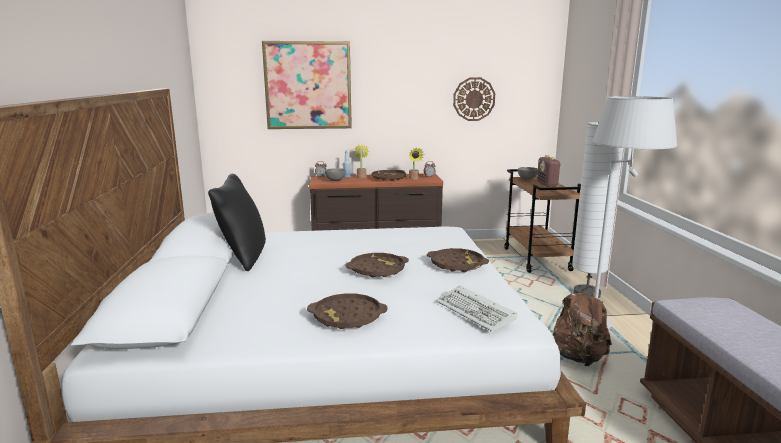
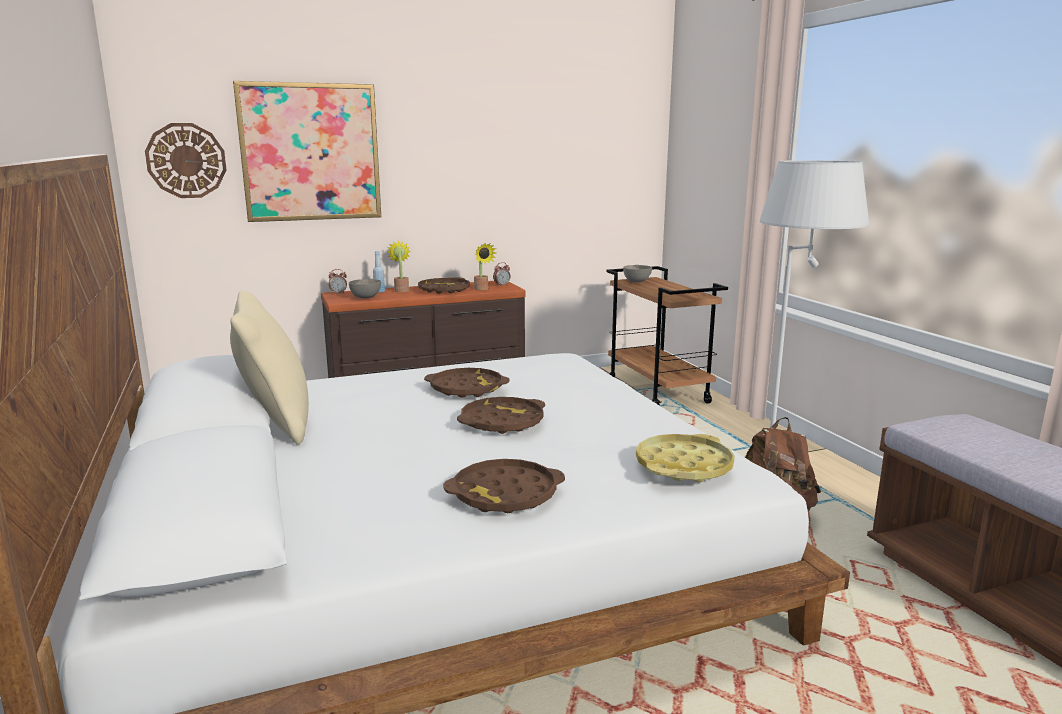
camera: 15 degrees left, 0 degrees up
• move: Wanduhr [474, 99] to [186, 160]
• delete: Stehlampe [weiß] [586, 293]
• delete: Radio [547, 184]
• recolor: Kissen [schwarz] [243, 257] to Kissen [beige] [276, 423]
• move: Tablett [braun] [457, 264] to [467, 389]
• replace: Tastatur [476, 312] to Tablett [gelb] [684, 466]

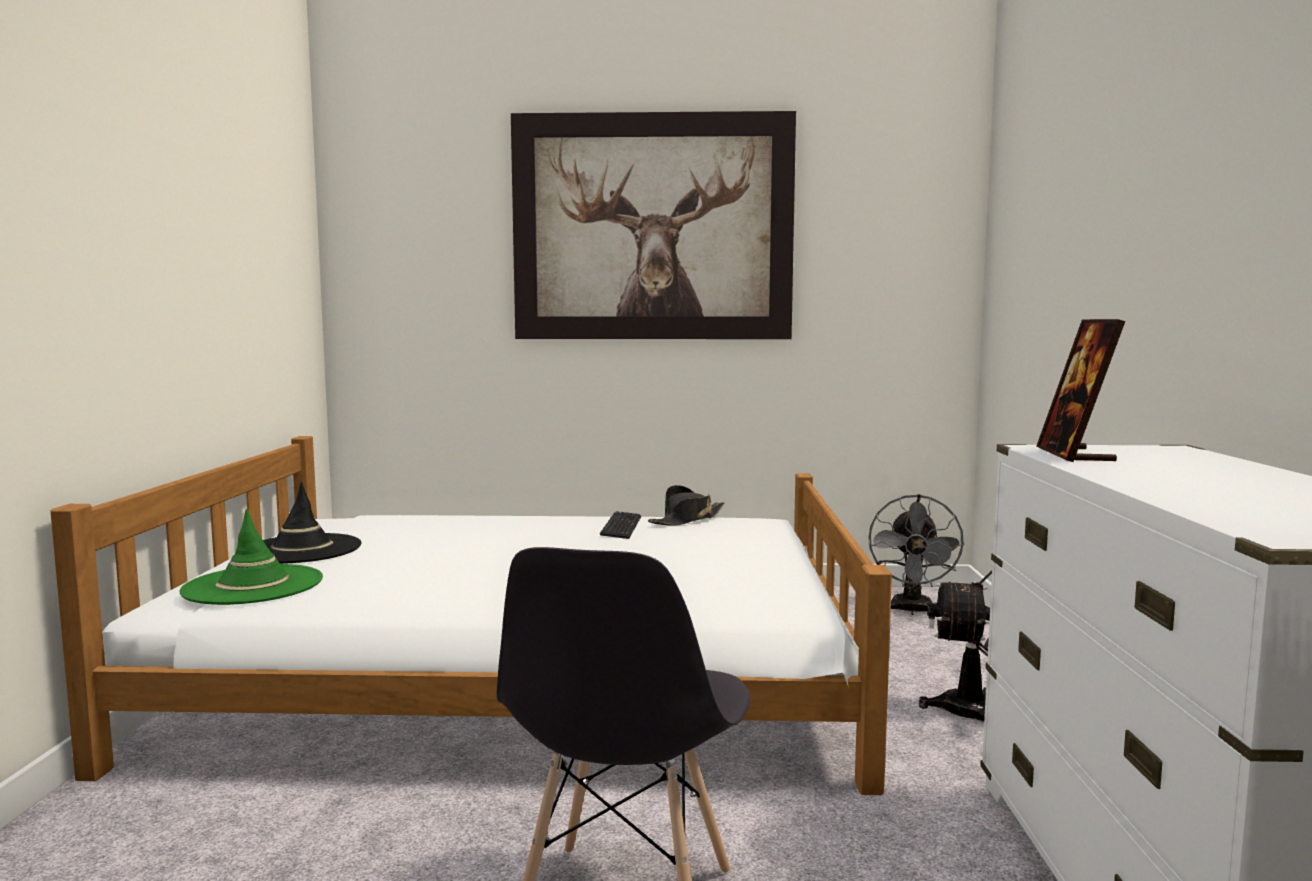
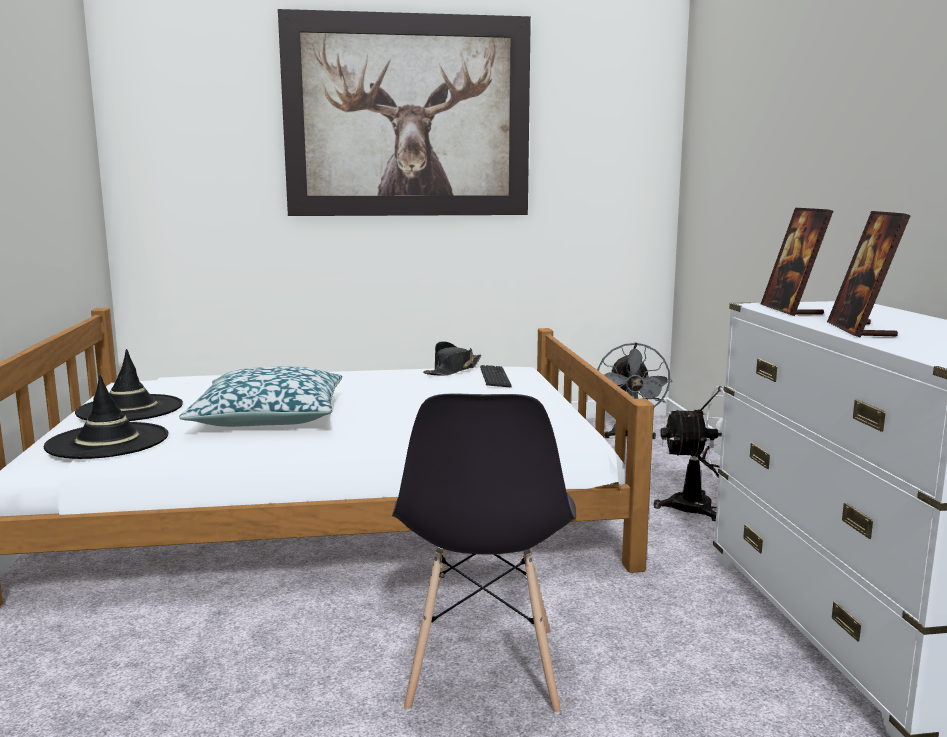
camera: 10 degrees left, 5 degrees up
• recolor: Hut [grün] [253, 585] to Hut [schwarz] [108, 441]
• move: Tastatur [621, 527] to [495, 378]
• insert: Bilderrahmen [861, 330]
• insert: Kissen [269, 417]

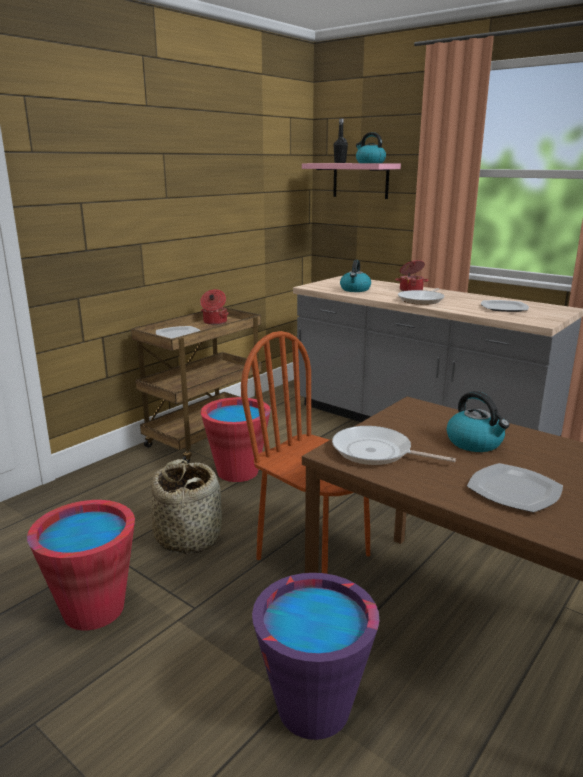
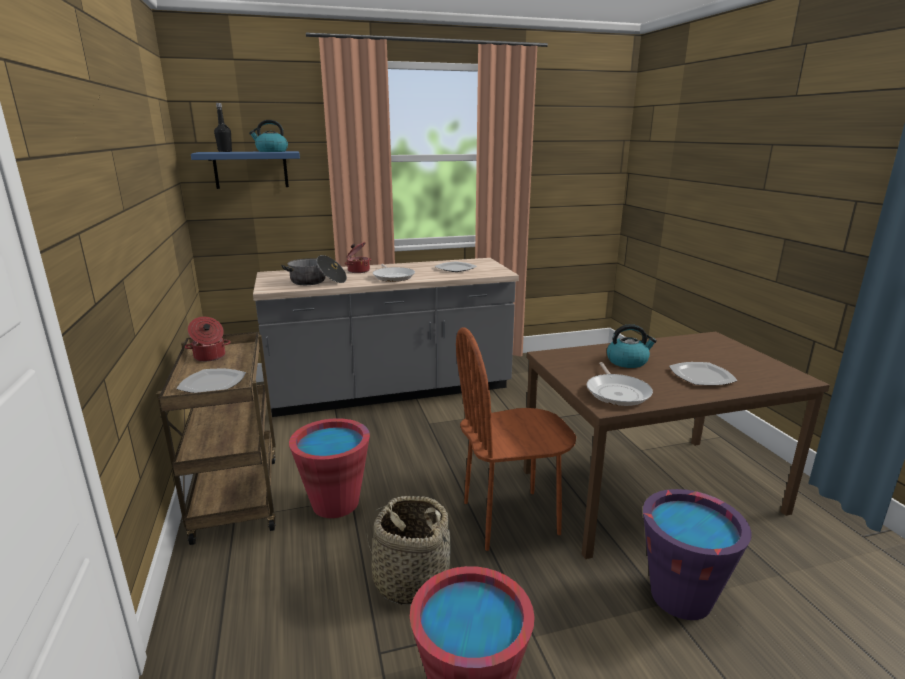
camera: 55 degrees left, 0 degrees up
• recolor: Wandregal [rosa] [360, 180] to Wandregal [blau] [251, 169]
• replace: Wasserkessel [355, 290] to Kochtopf [317, 281]
• rotate: Pfanne [376, 452] = [617, 392] 60 degrees counterclockwise

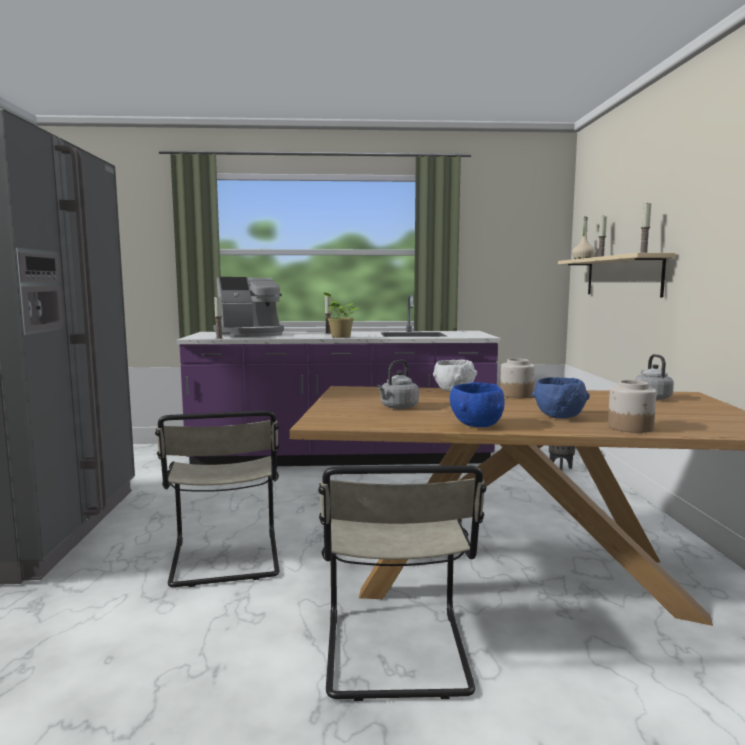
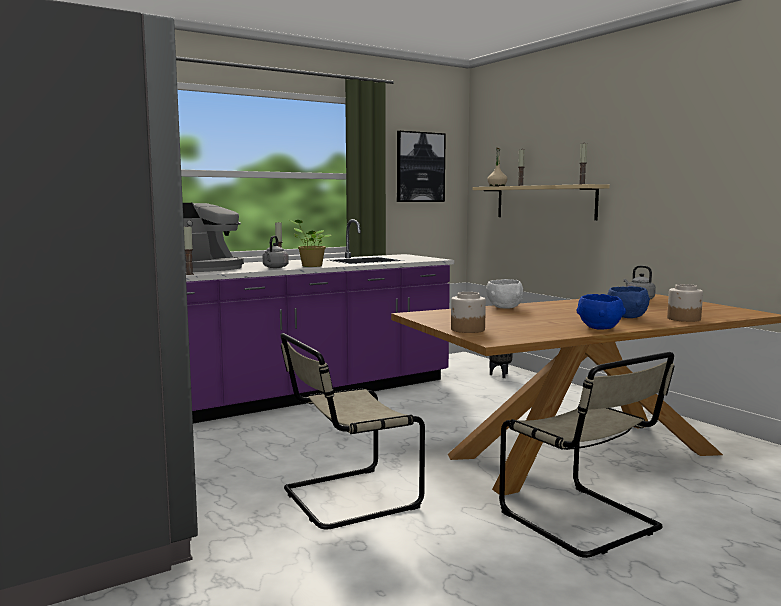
camera: 30 degrees left, 0 degrees up
• move: Vorratsglas [516, 395] to [467, 330]
• move: Wasserkessel [grau] [397, 407] to [275, 267]
• rotate: Stuhl [beige] [225, 560] = [345, 499] 105 degrees clockwise
• insert: Bild [420, 167]

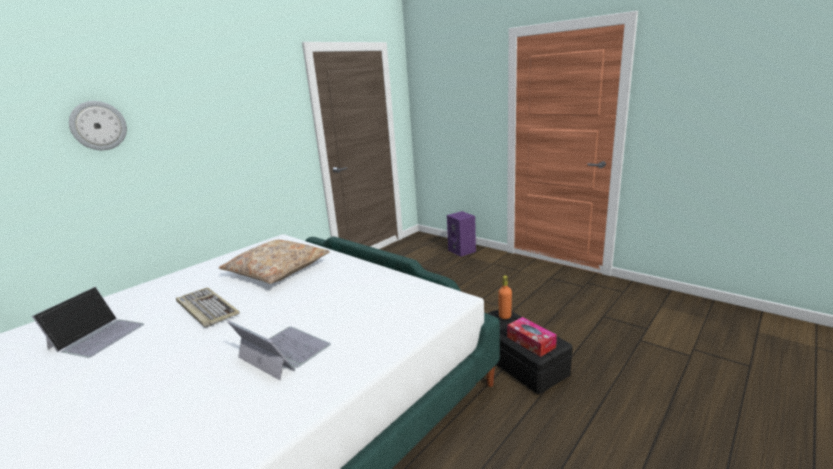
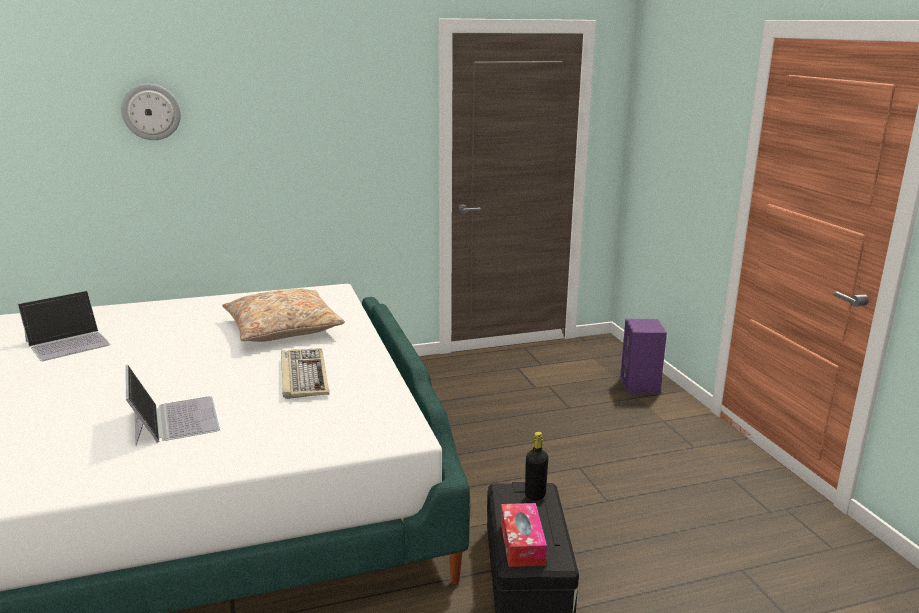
camera: 30 degrees right, 0 degrees up
• recolor: Flasche [orange] [505, 316] to Flasche [schwarz] [535, 495]
• move: Tastatur [206, 309] to [303, 375]

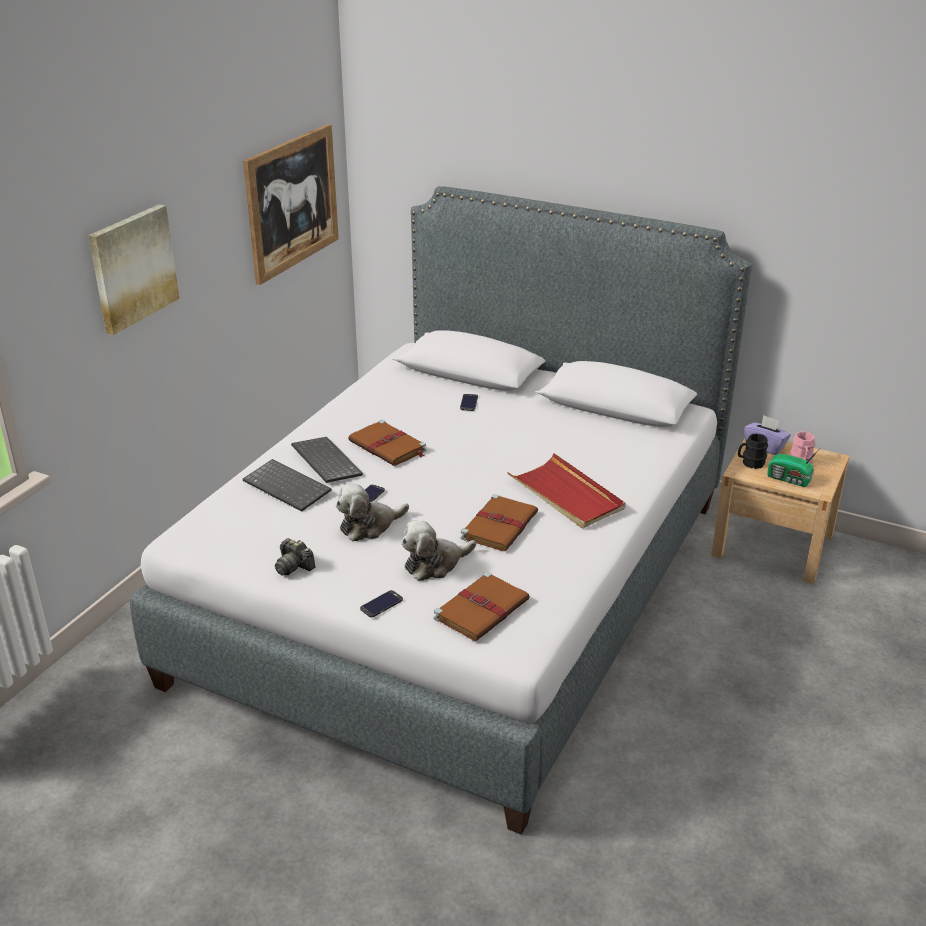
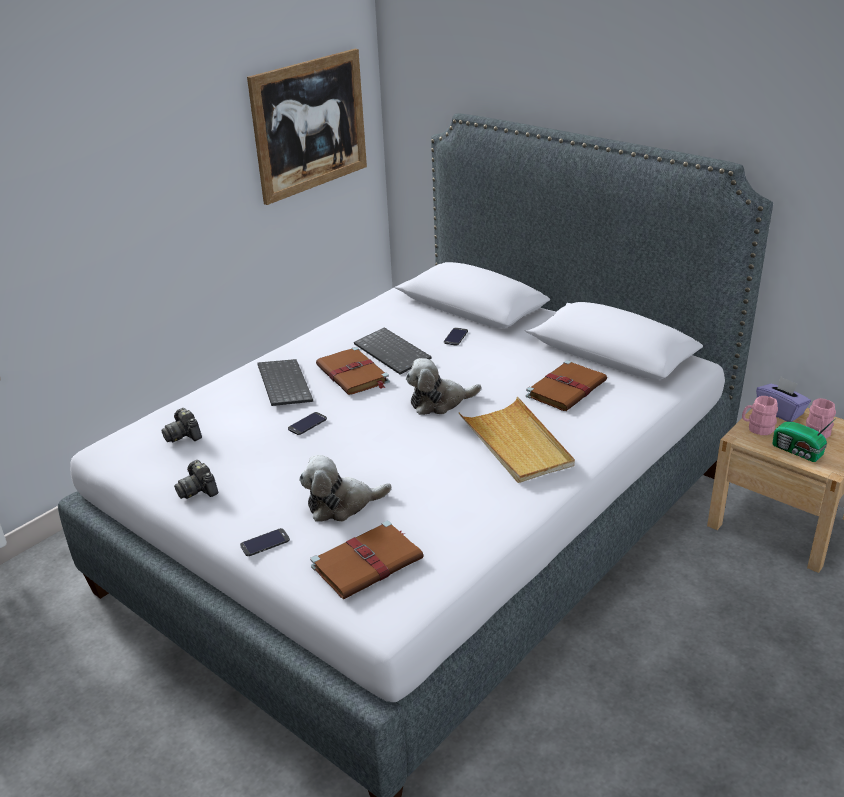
camera: 15 degrees right, 0 degrees up
• delete: Bild [132, 268]
• recolor: Henkelbecher [schwarz] [750, 463] to Henkelbecher [rosa] [757, 428]
• recolor: Tablett [rot] [566, 495] to Tablett [beige] [516, 444]
• move: Tastatur [289, 487] to [394, 352]
• move: Plüschtier [369, 526] to [439, 402]
• move: Buch [braun] [500, 525] to [567, 388]
• insert: Kamera [183, 435]

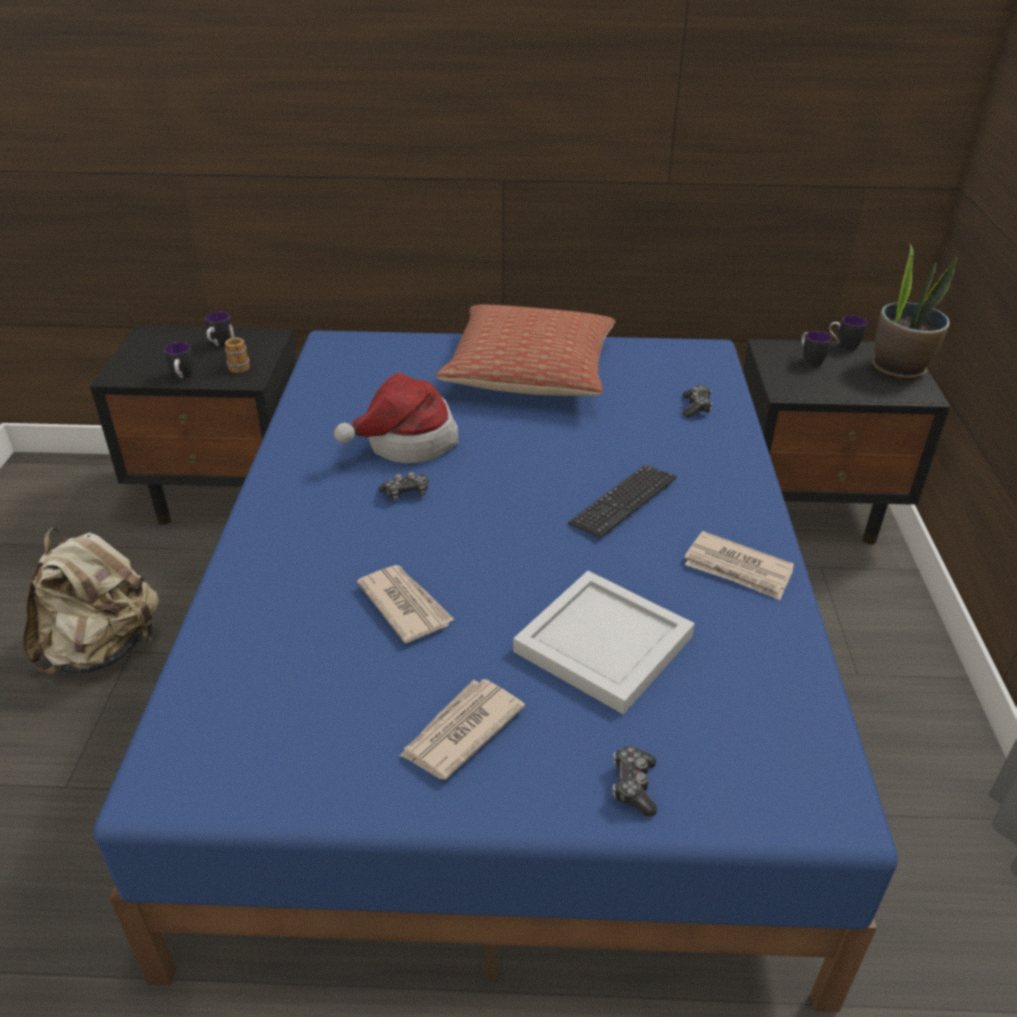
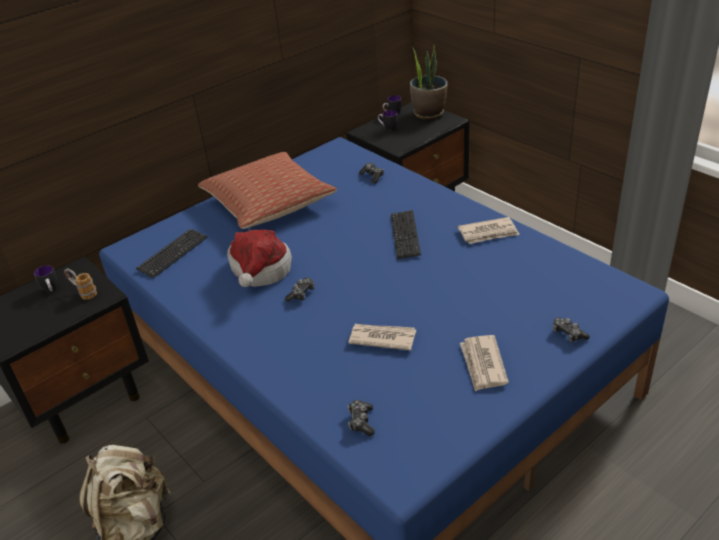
camera: 40 degrees left, 0 degrees up
• delete: Henkelbecher [182, 378]
• delete: Tablett [weiß] [603, 642]
• insert: Tastatur [173, 254]
• insert: Gamepad [361, 421]

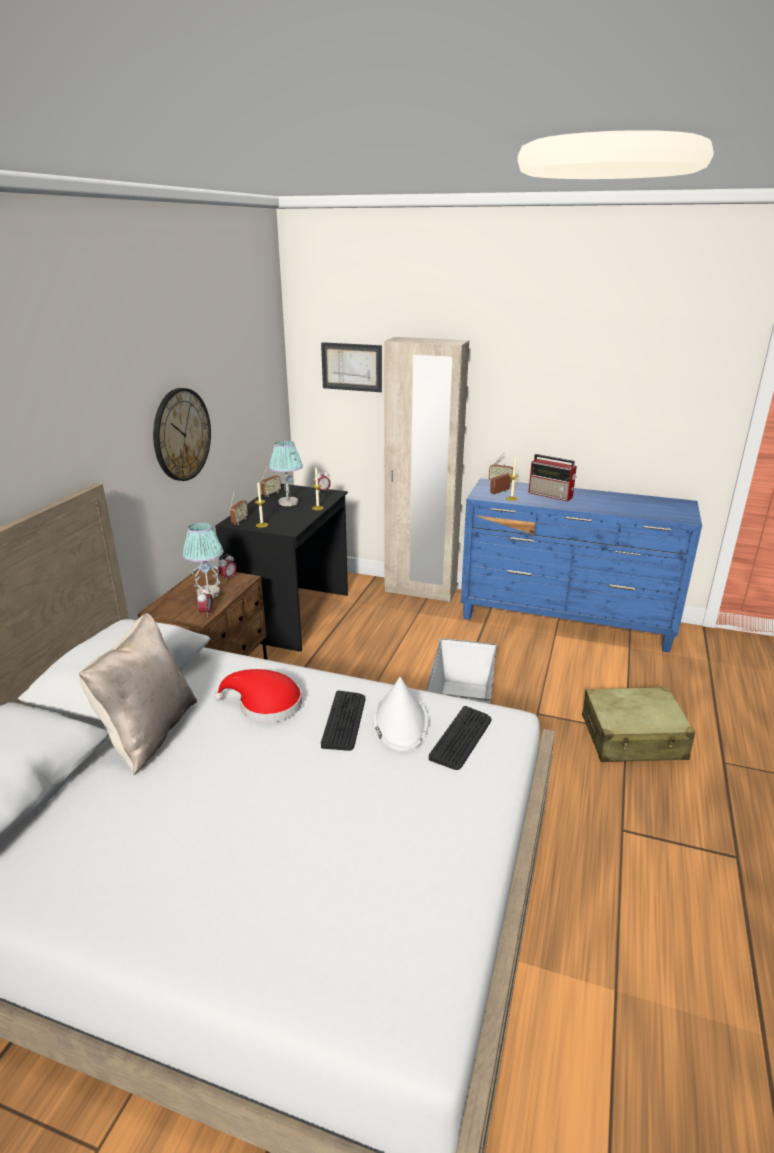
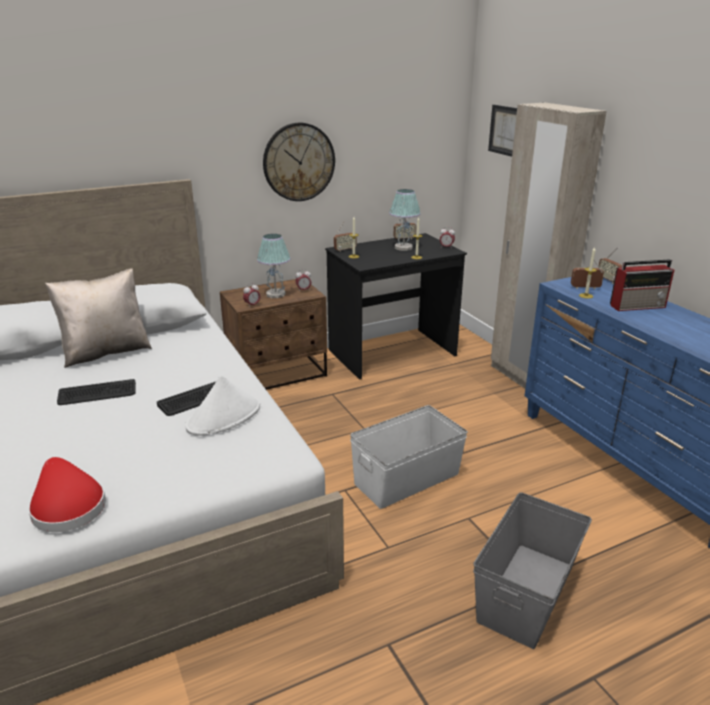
camera: 45 degrees right, 0 degrees up
• rotate: Radio [551, 495] = [638, 306] 90 degrees counterclockwise
• move: Hut [rot] [265, 705] to [67, 506]
• replace: Koffer [beige] [633, 738] to Aufbewahrungsbox [grau] [527, 592]
• move: Tastatur [461, 738] to [97, 393]

